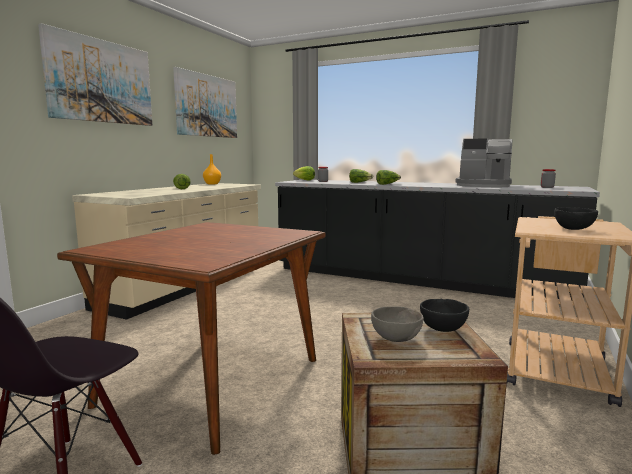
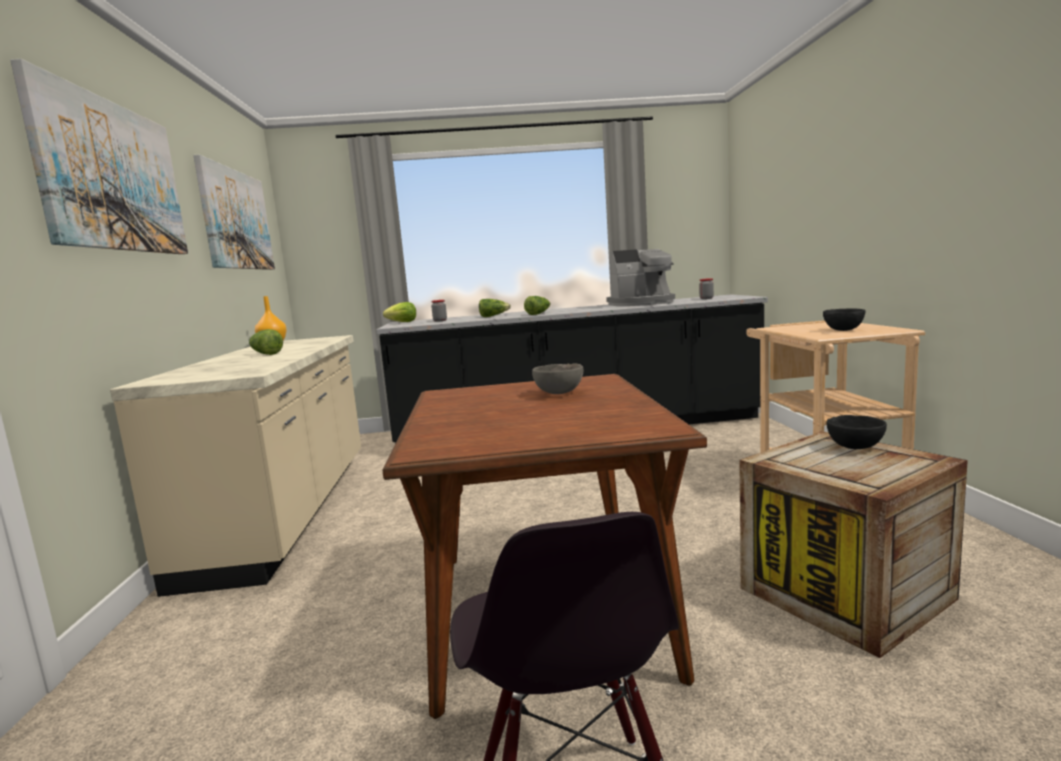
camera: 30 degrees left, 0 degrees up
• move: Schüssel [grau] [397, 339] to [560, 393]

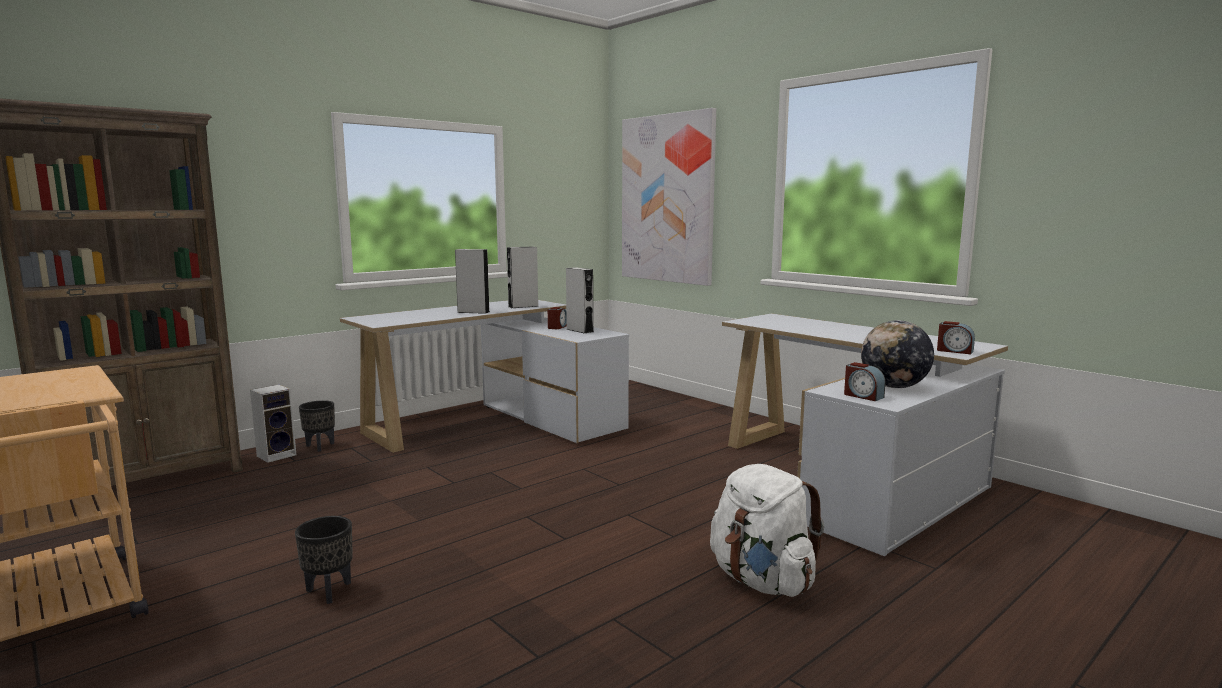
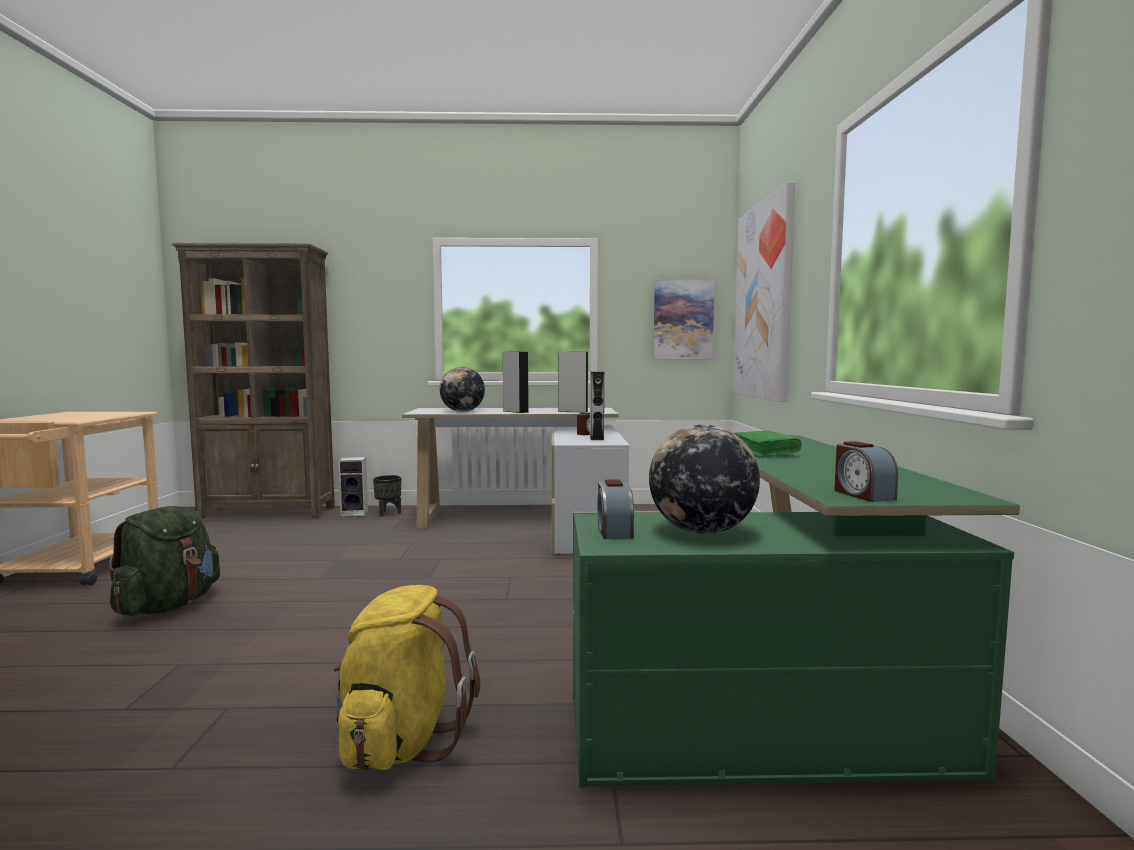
camera: 40 degrees right, 5 degrees down
• recolor: Schreibtisch [weiß] [850, 479] to Schreibtisch [grün] [771, 680]
• recolor: Rucksack [weiß] [762, 581] to Rucksack [gelb] [401, 741]
• replace: Pflanzkübel [schwarz] [328, 591] to Rucksack [grün] [168, 606]
• insert: Bild [683, 319]
• insert: Globus [462, 411]
• insert: Buch [grün] [765, 452]

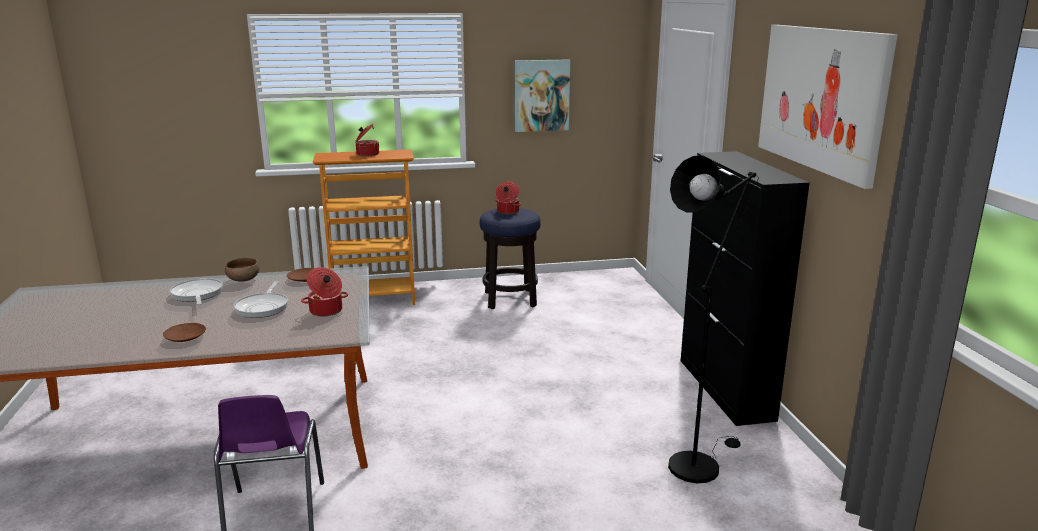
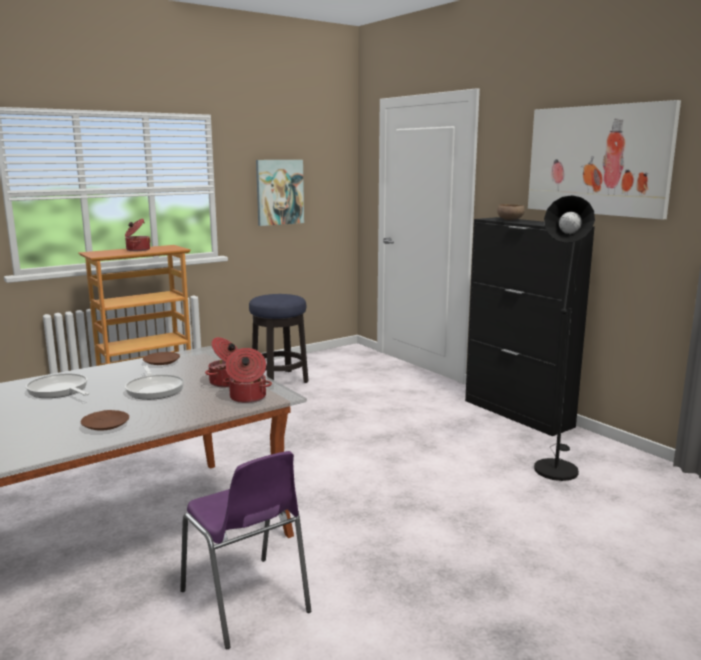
camera: 25 degrees left, 5 degrees down
• move: Kochtopf [507, 212] to [247, 398]
• move: Schüssel [braun] [243, 280] to [510, 220]

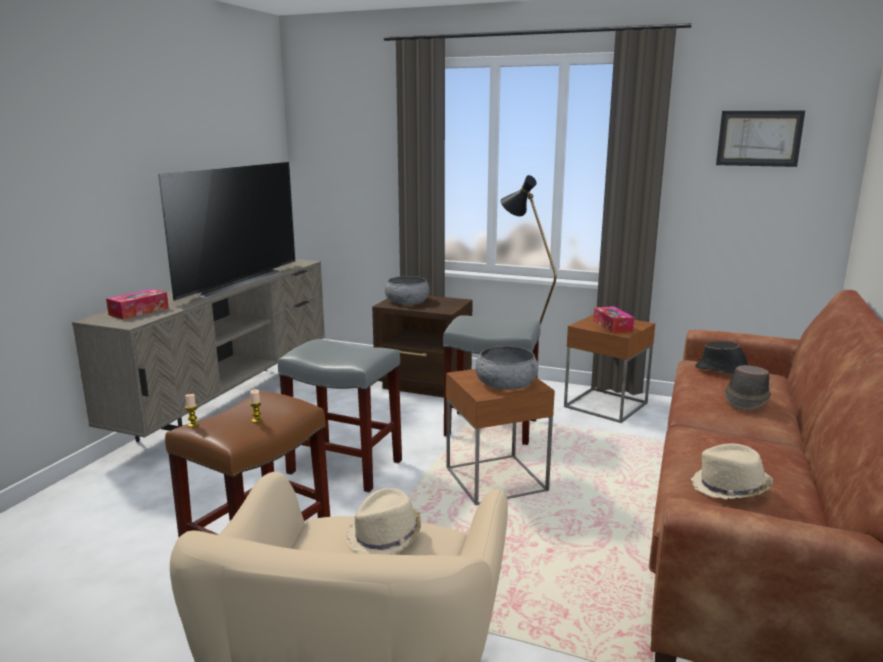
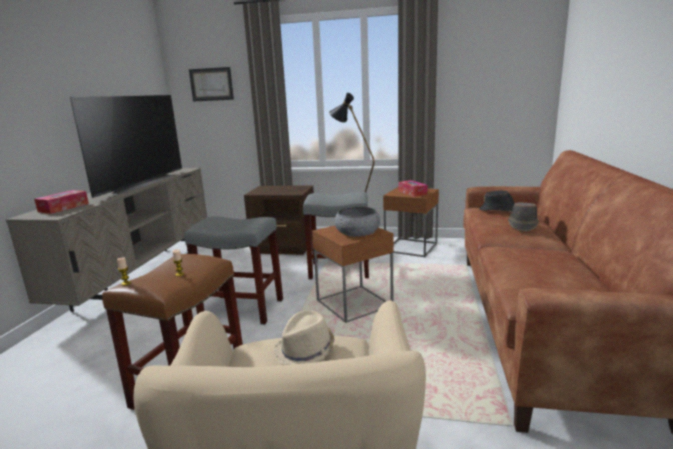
camera: 10 degrees left, 0 degrees up
• move: Bild [759, 138] to [211, 84]
• delete: Schüssel [grau] [407, 301]
• delete: Hut [beige] [729, 488]

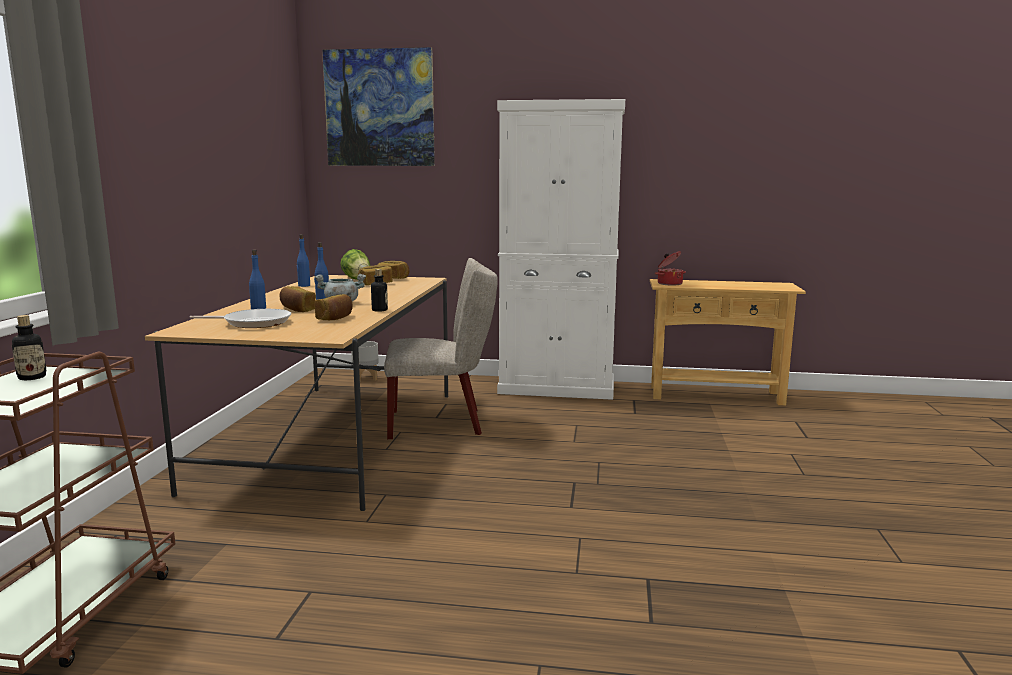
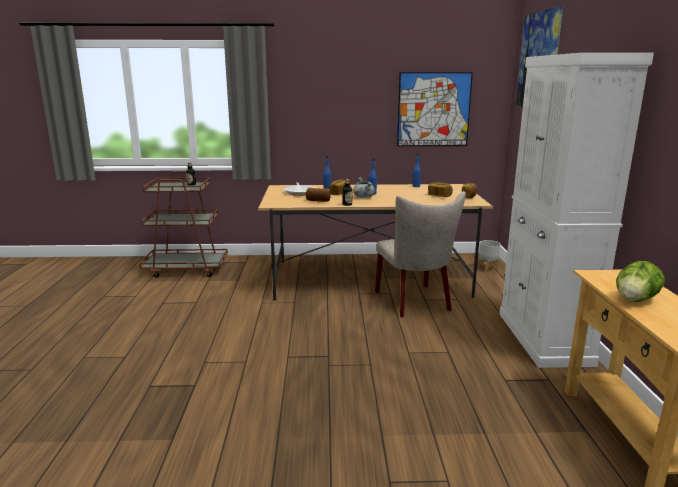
camera: 80 degrees right, 5 degrees up
• move: Salatkopf [356, 279] to [635, 300]
• delete: Kochtopf [669, 283]
• insert: Bild [433, 109]

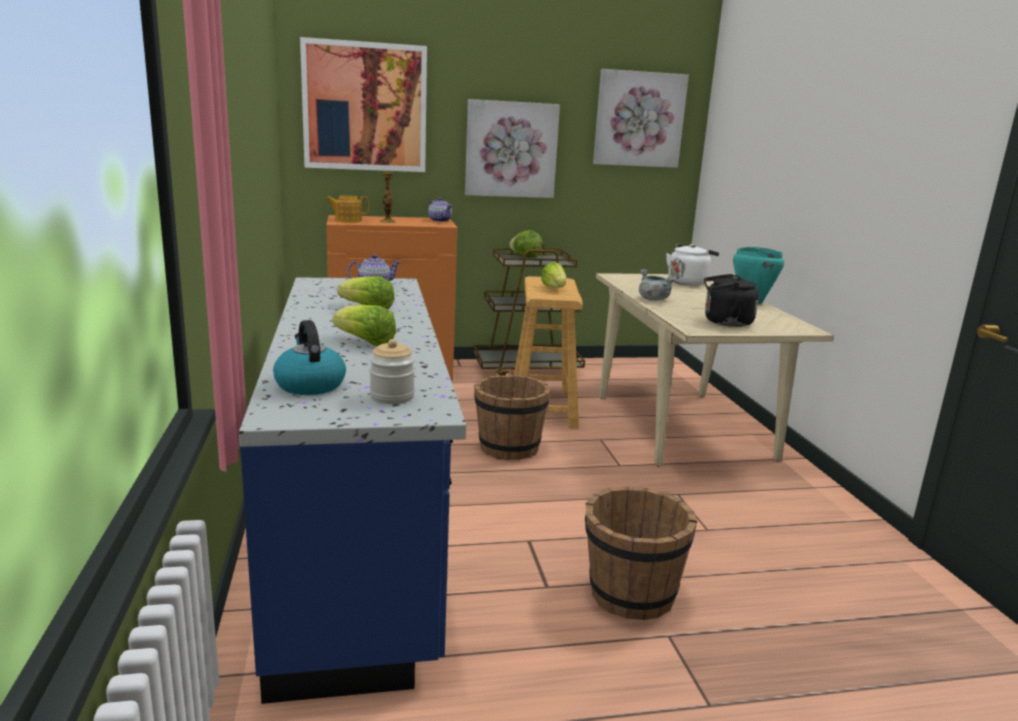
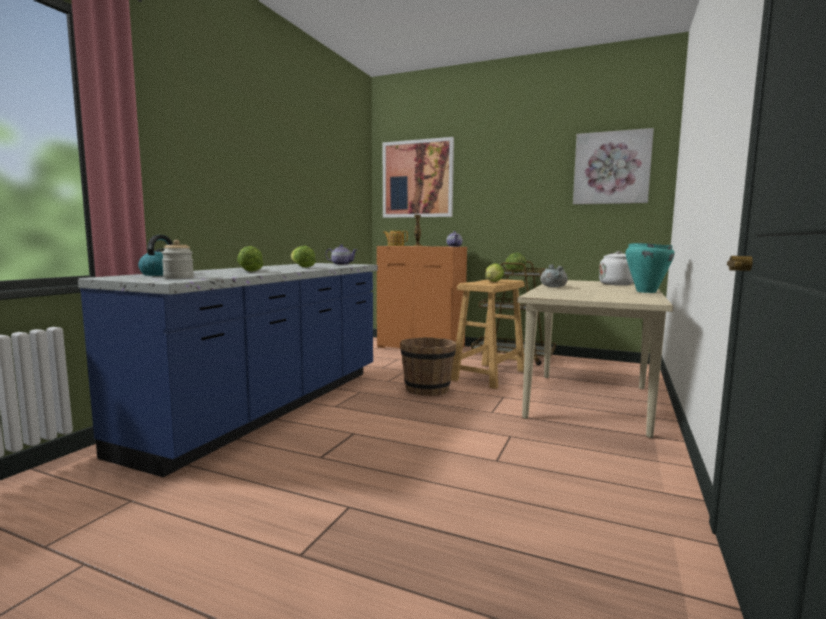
camera: 35 degrees right, 10 degrees down
• delete: Bild [511, 149]
• delete: Wasserkessel [schwarz] [724, 322]
• delete: Eimer [braun] [630, 595]

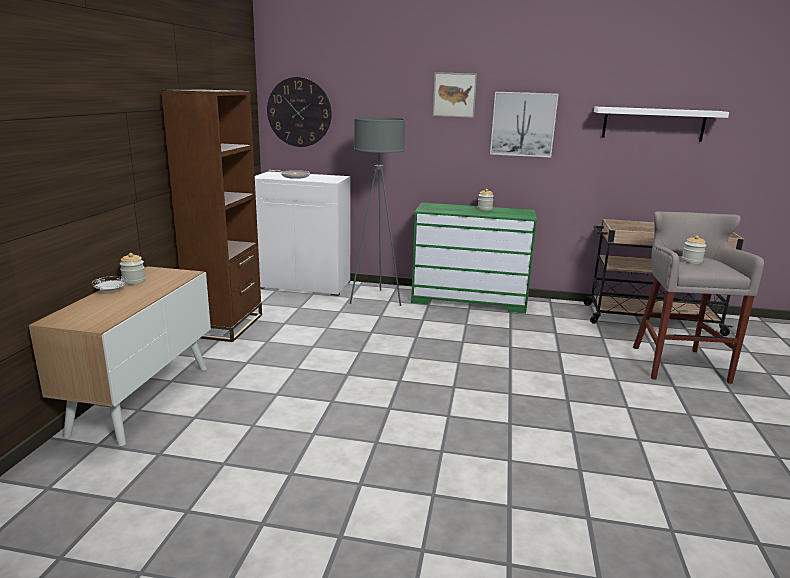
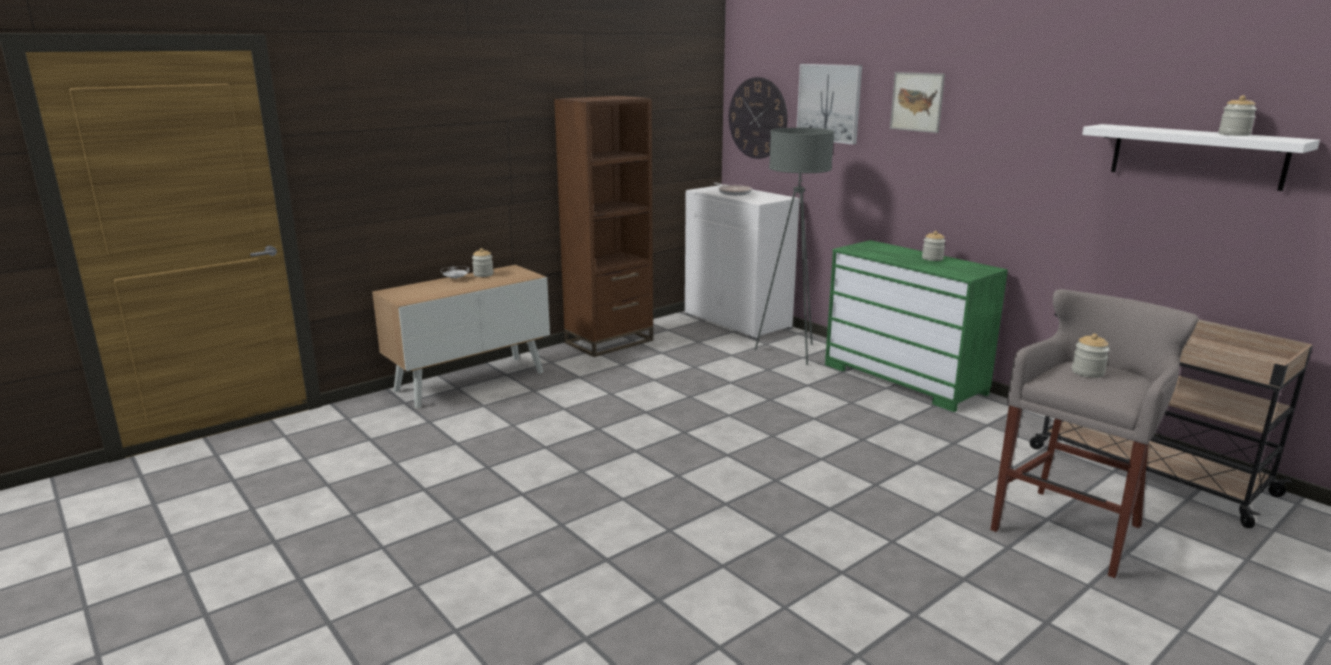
camera: 40 degrees right, 0 degrees up
• move: Bild [523, 124] to [829, 103]
• insert: Vorratsglas [1234, 134]

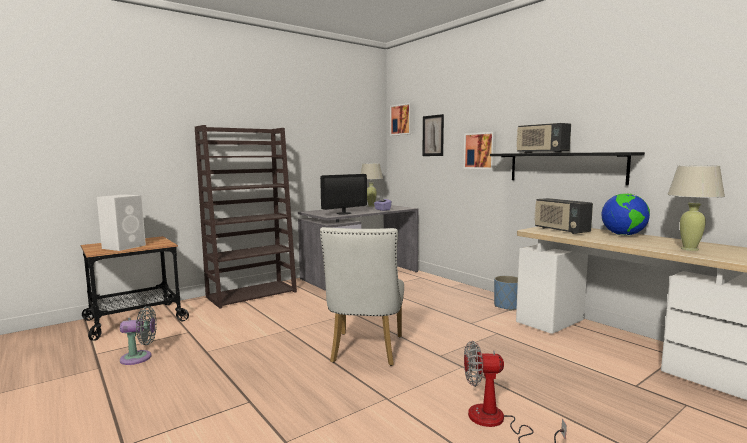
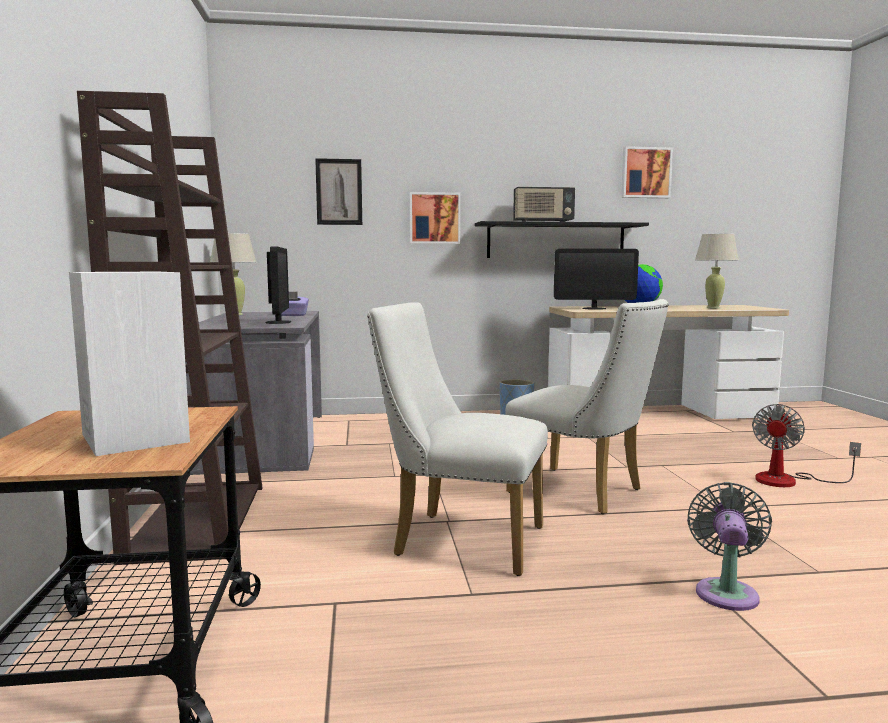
camera: 60 degrees left, 0 degrees up
• move: Bild [402, 119] to [645, 173]
• replace: Radio [560, 230] to Monitor [594, 308]
• move: Ventilator [grau] [139, 358] to [726, 591]
• insert: Stuhl [weiß] [458, 540]

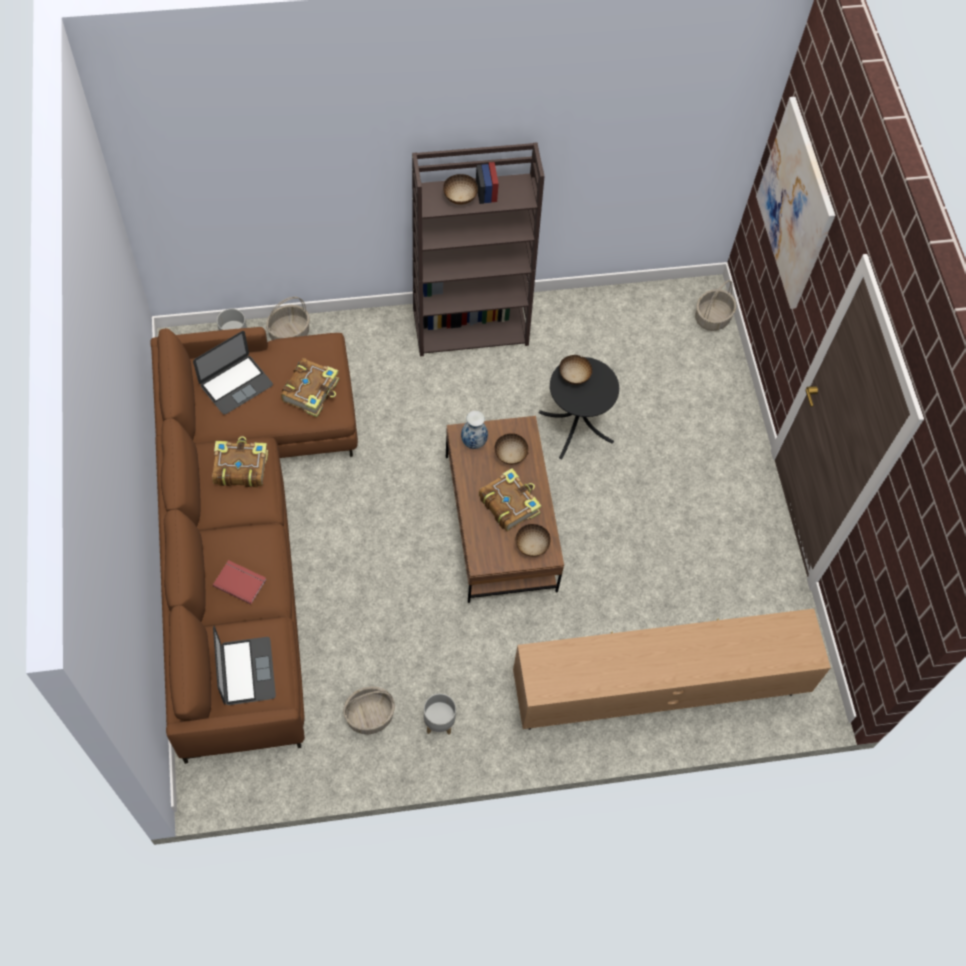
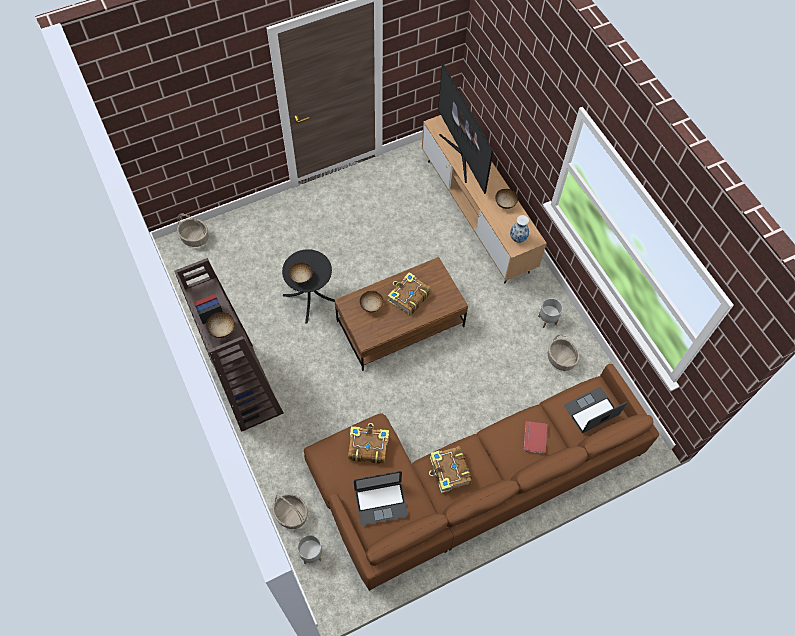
camera: 105 degrees left, 0 degrees up
• delete: Bild [795, 204]
• rotate: Laptop [236, 384] = [381, 503] 135 degrees clockwise
• move: Vase [473, 442] to [518, 238]
• move: Schüssel [531, 546] to [505, 204]
• insert: Fernseher [461, 155]

